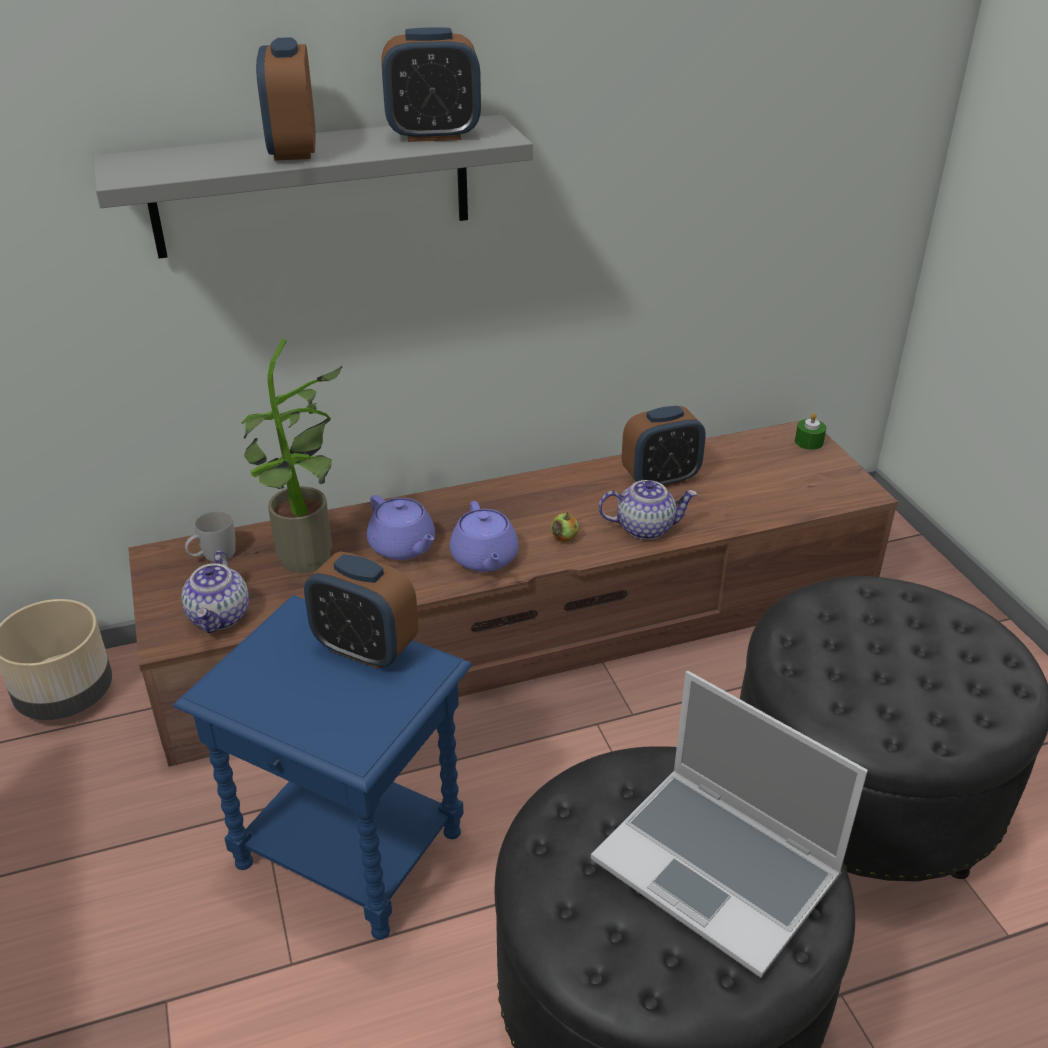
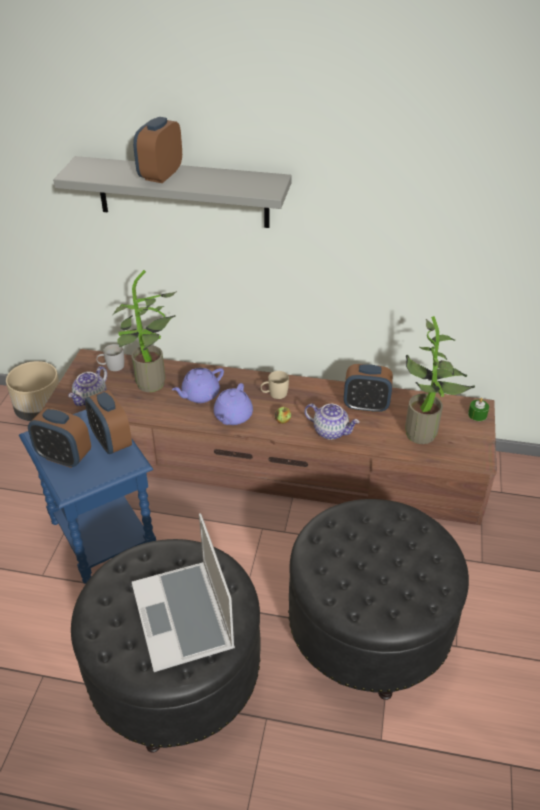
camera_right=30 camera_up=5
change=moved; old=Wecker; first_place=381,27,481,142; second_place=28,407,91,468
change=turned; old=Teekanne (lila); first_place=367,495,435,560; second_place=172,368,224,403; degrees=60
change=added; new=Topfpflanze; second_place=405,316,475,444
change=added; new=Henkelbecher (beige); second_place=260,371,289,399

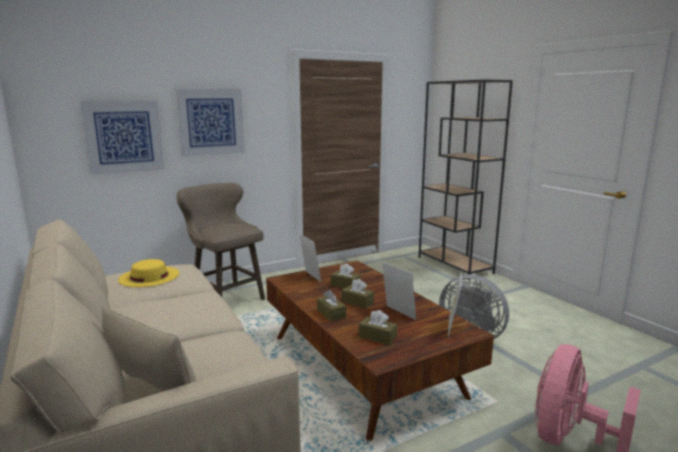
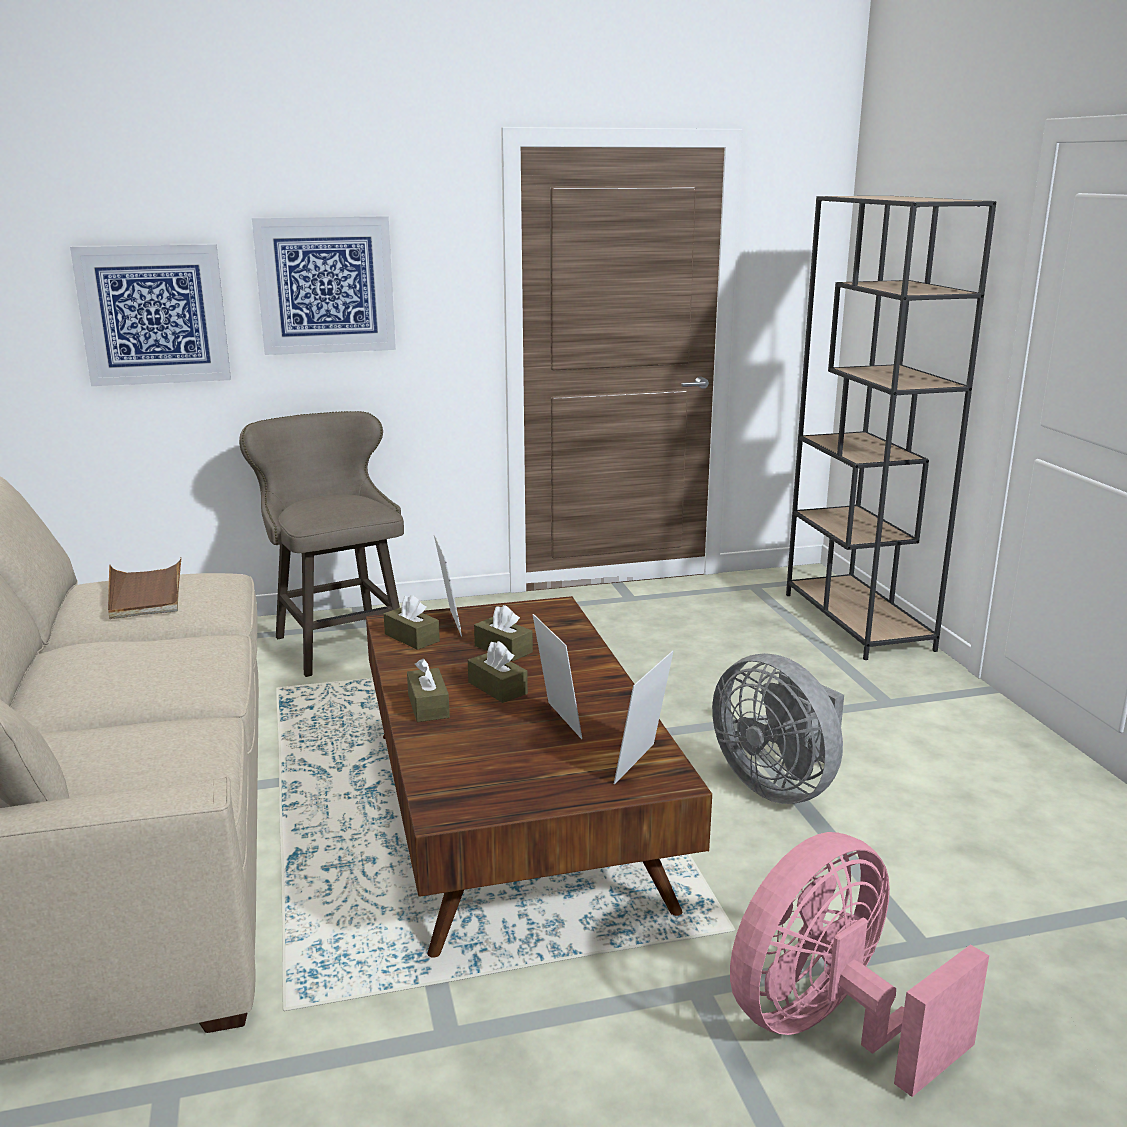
camera_right=15 camera_up=5
change=replaced; old=Hut (gelb); new=Tablett (braun); first_place=118,259,179,287; second_place=108,557,182,619
change=moved; old=Taschentuchbox (braun); first_place=359,310,397,345; second_place=384,595,440,650

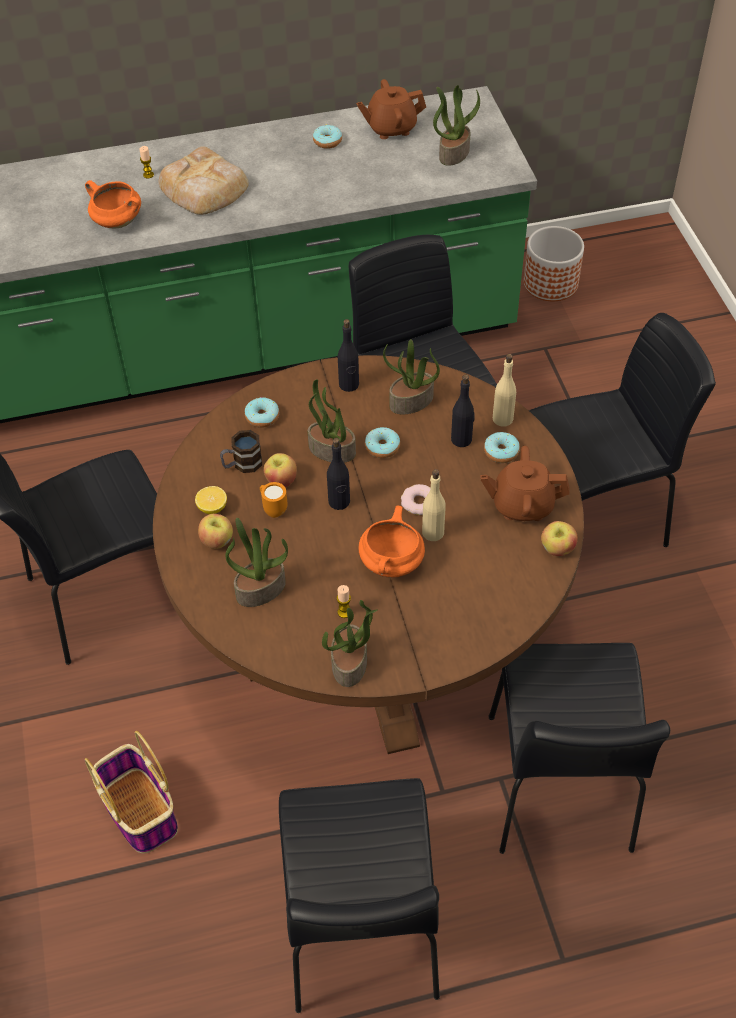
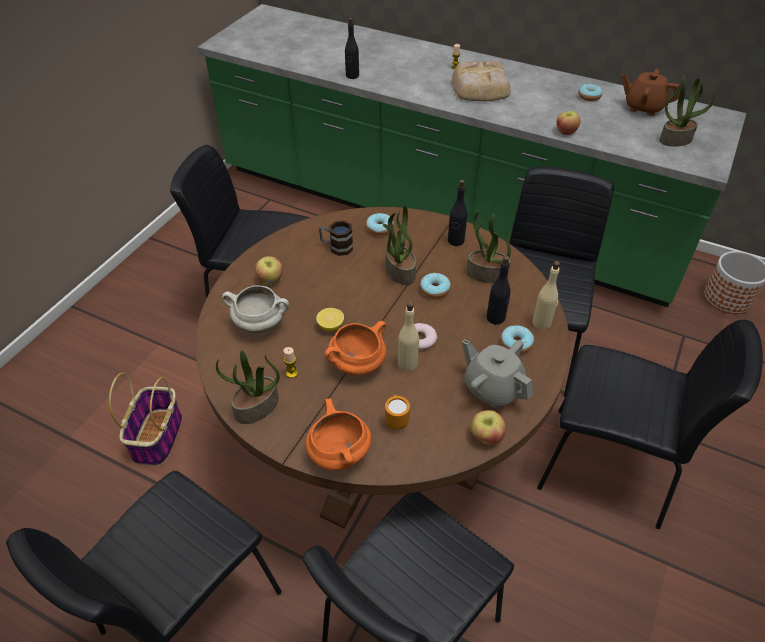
camera_right=40 camera_up=-5
change=moved; old=Kochtopf (orange); first_place=85,180,141,228; second_place=306,398,371,471
change=moved; old=Flasche (schwarz); first_place=327,438,350,510; second_place=345,18,359,79
change=recoloured; old=Teekanne (braun); new=Teekanne (grau); first_place=480,446,570,521; second_place=462,339,533,408
change=moved; old=Apfel; first_place=263,453,297,487; second_place=557,111,580,135
change=moved; old=Henkelbecher (orange); first_place=260,482,287,518; second_place=385,395,410,430
change=moved; old=Zitrone; first_place=195,486,227,514; second_place=316,308,344,331
change=replaced; old=Topfpflanze; new=Kochtopf (weiß); first_place=226,518,288,607; second_place=222,285,289,333

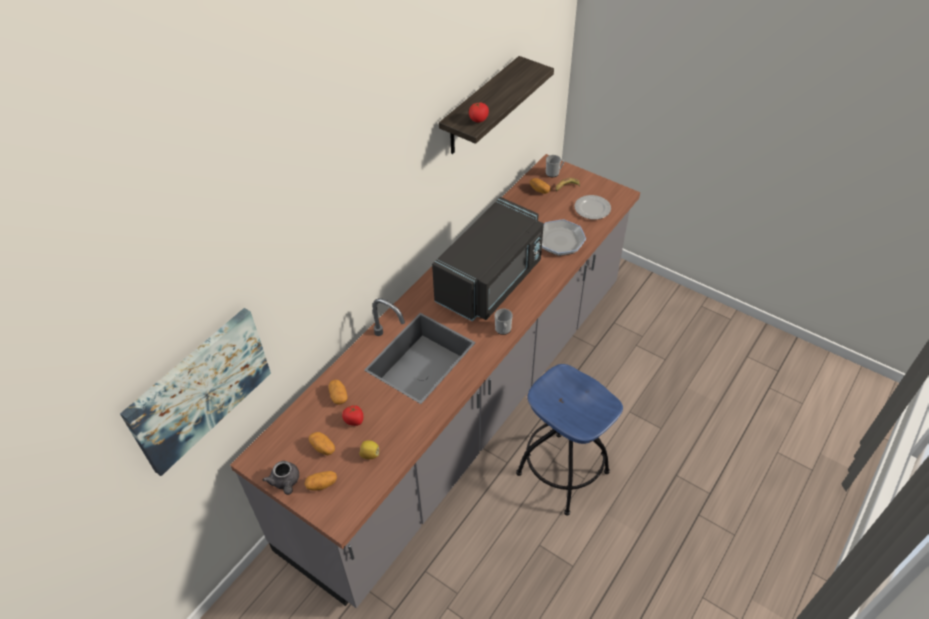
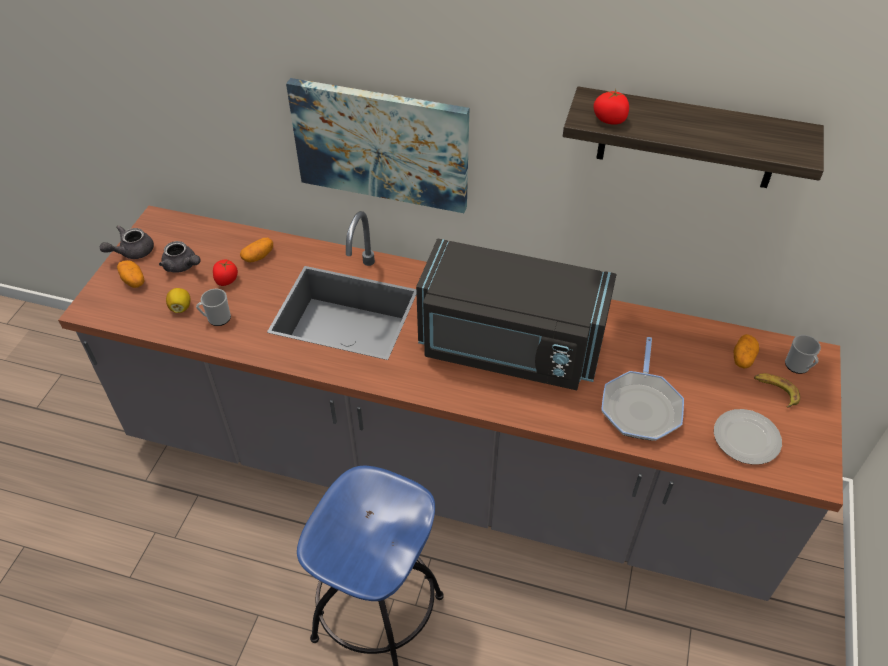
camera_right=70 camera_up=0
change=moved; old=Bild; first_place=120,308,271,476; second_place=286,78,469,213
change=moved; old=Henkelbecher; first_place=495,309,513,335; second_place=196,289,231,326
change=replaced; old=Kartoffel; new=Teekanne (grau); first_place=309,432,335,455; second_place=159,241,201,273

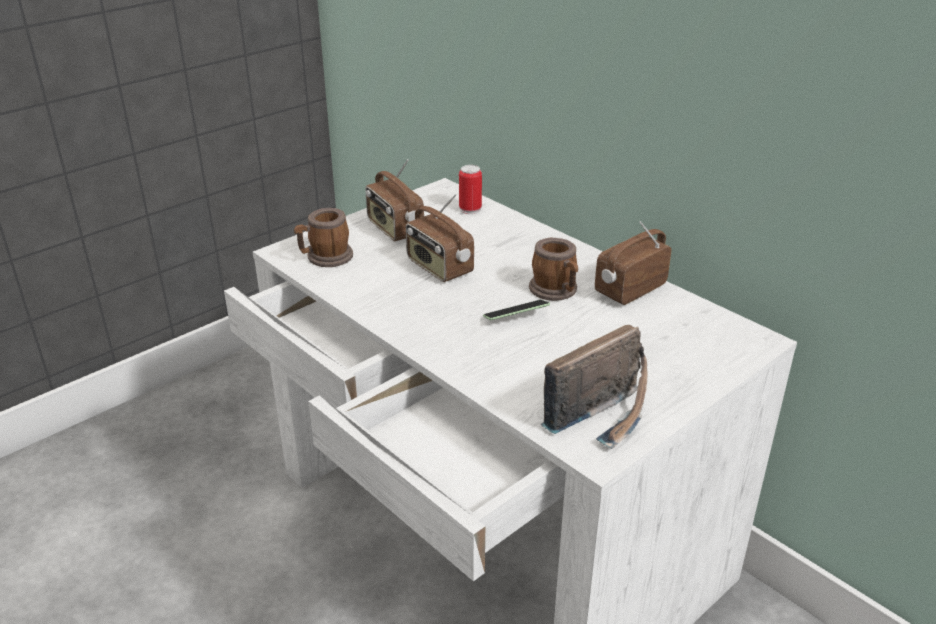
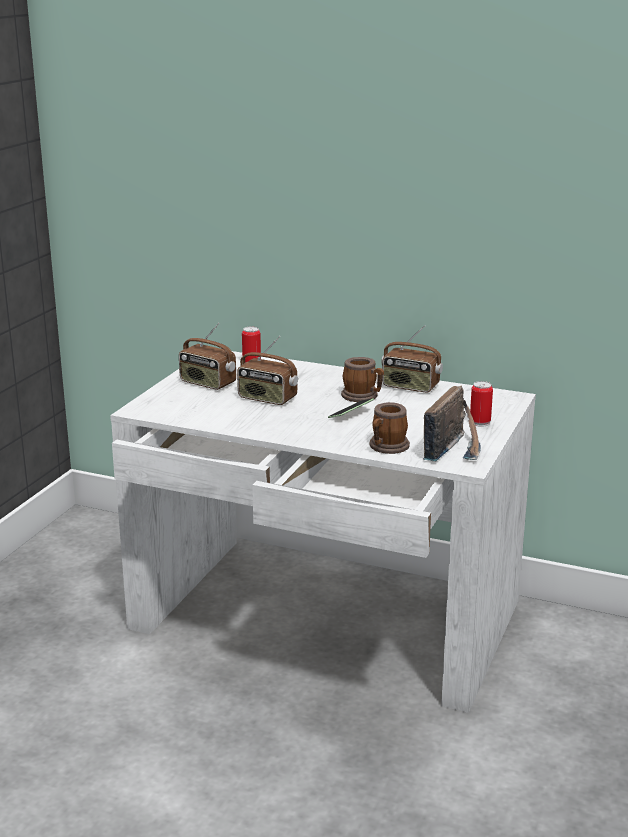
camera_right=-25 camera_up=-10
change=moved; old=Henkelbecher; first_place=294,208,353,267; second_place=370,402,410,454
change=turned; old=Radio; first_place=595,221,671,305; second_place=381,325,443,392; degrees=-90
change=added; new=Dose; second_place=470,381,493,427

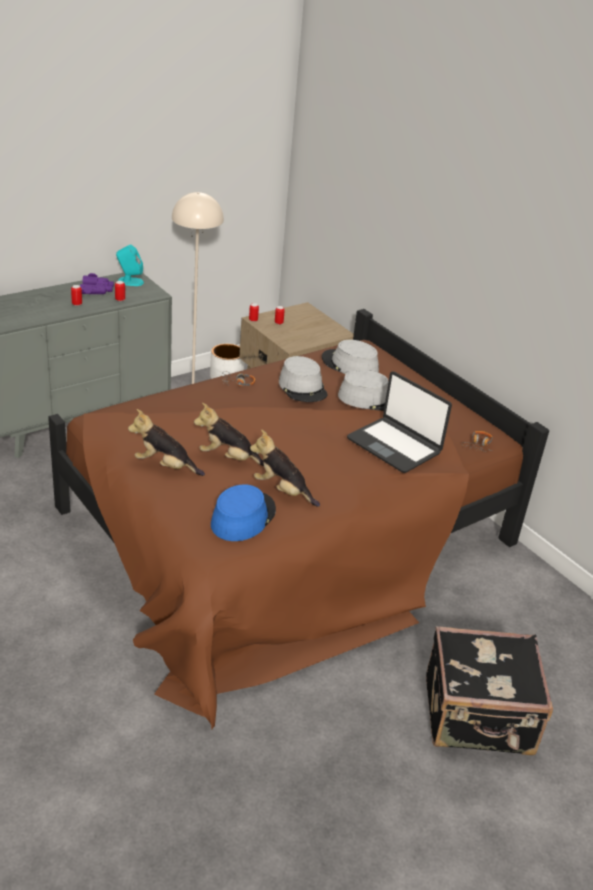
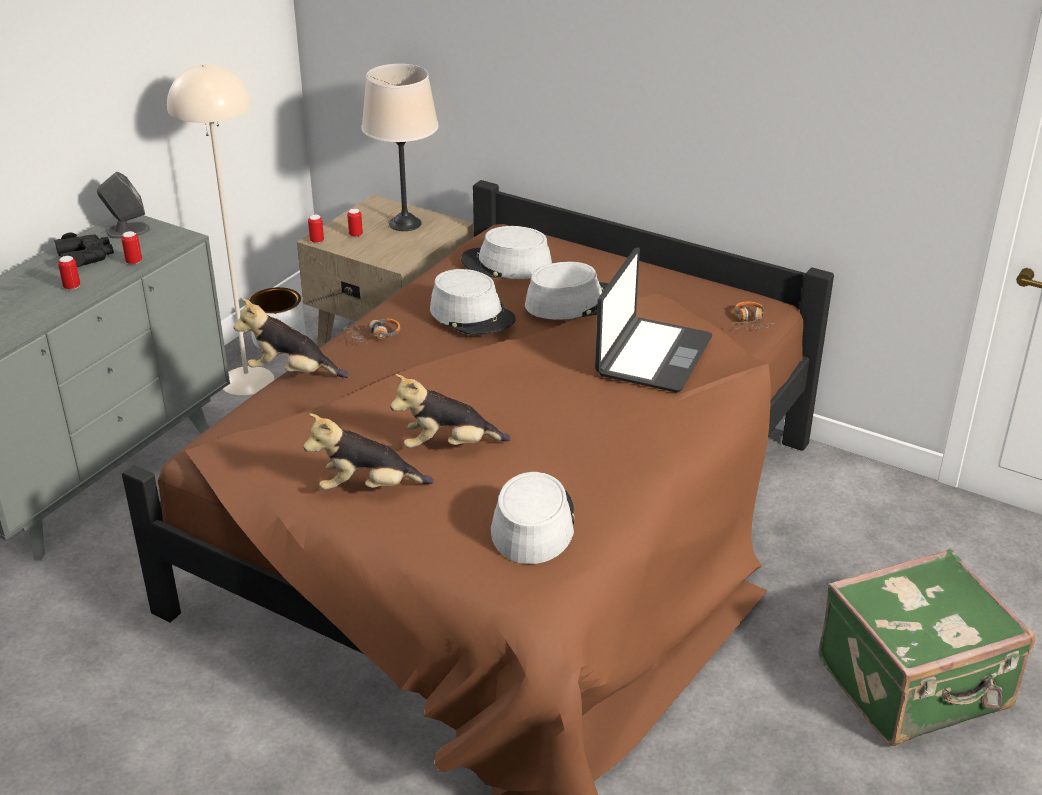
camera_right=-20 camera_up=0
change=recoloured; old=Lautsprecher (türkis); new=Lautsprecher (grau); first_place=116,245,144,286; second_place=97,172,150,239
change=recoloured; old=Fernglas (lila); new=Fernglas (schwarz); first_place=80,273,114,294; second_place=54,232,114,267
change=turned; old=Laptop; first_place=347,371,452,473; second_place=595,248,712,392; degrees=-90
change=moved; old=Plüschtier; first_place=250,430,320,507; second_place=233,298,349,378
change=recoloured; old=Hut (blau); new=Hut (grau); first_place=211,484,276,541; second_place=491,472,574,564
change=recoloured; old=Koffer (schwarz); new=Koffer (grün); first_place=426,626,553,755; second_place=819,549,1036,746
change=added; new=Tischlampe (beige); second_place=361,64,438,231

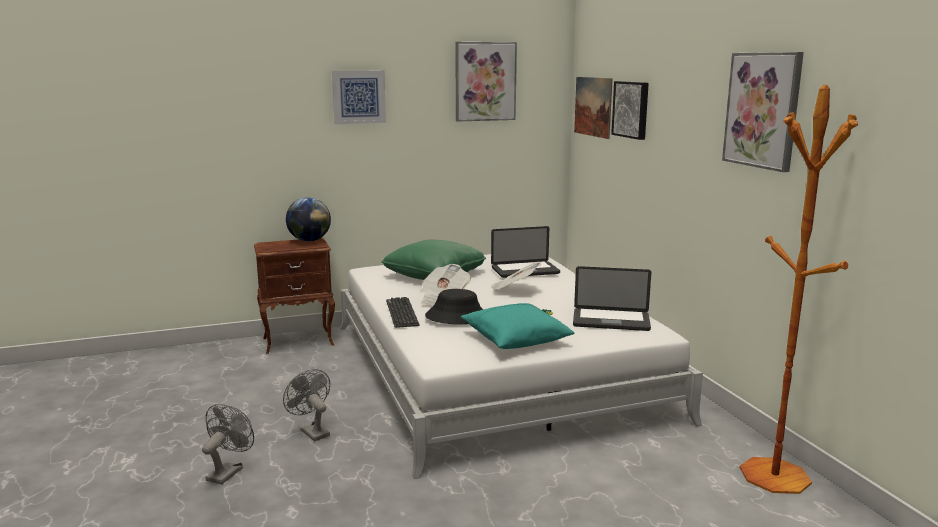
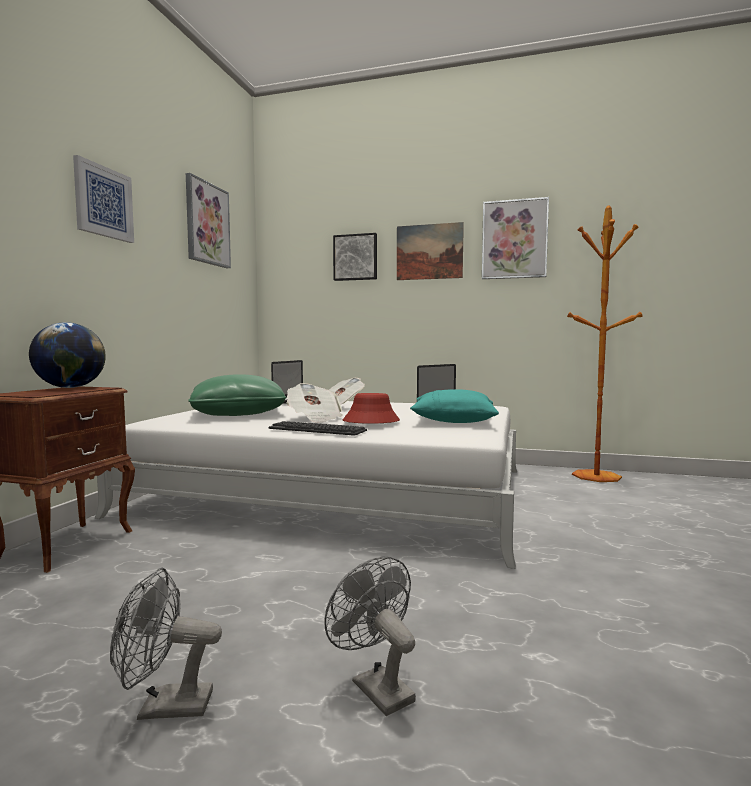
camera_right=-55 camera_up=-10
change=moved; old=Bild; first_place=574,77,613,139; second_place=397,222,464,280
change=recoloured; old=Hut (schwarz); new=Hut (rot); first_place=425,289,483,324; second_place=343,393,400,424
change=moved; old=Ventilator (grau); first_place=283,369,330,441; second_place=110,568,222,720

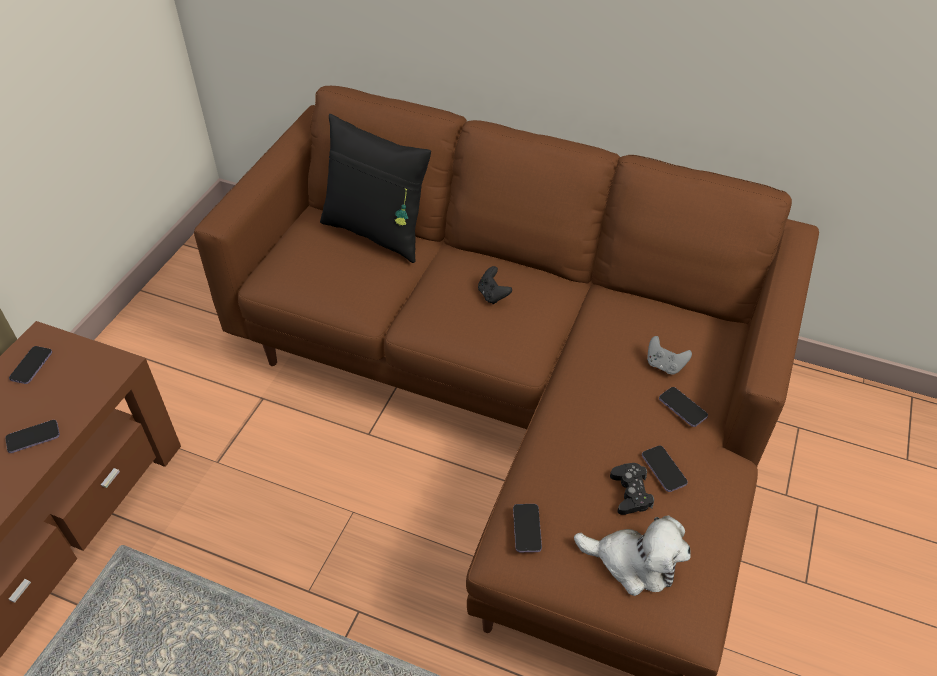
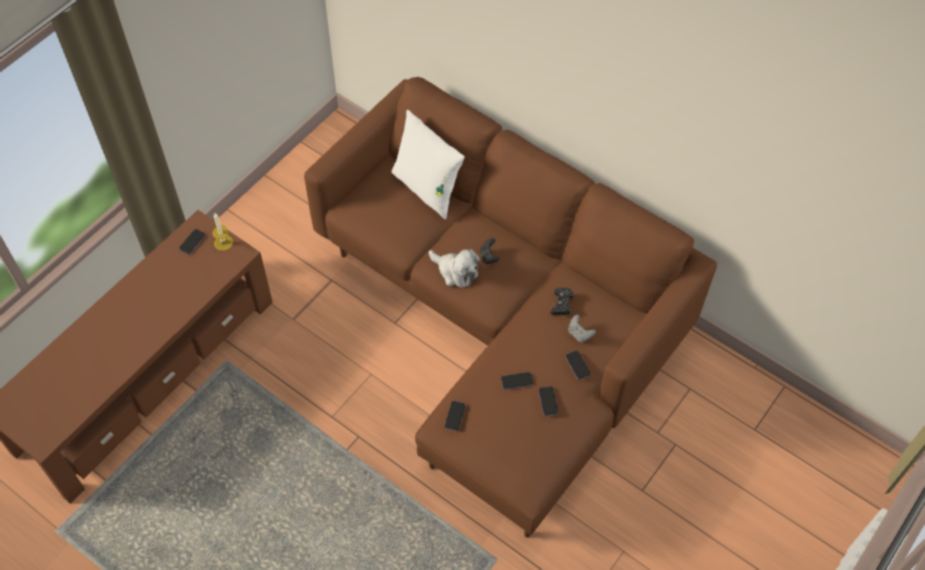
camera_right=15 camera_up=10
change=recoloured; old=Kissen (schwarz); new=Kissen (weiß); first_place=320,114,431,263; second_place=391,110,465,219
change=moved; old=Handy; first_place=5,420,60,453; second_place=501,372,533,390
change=moved; old=Gamepad (schwarz); first_place=610,463,654,515; second_place=550,288,574,315
change=moved; old=Plüschtier; first_place=574,515,691,596; second_place=429,249,480,288
change=added; new=Kerze; second_place=212,213,233,251

